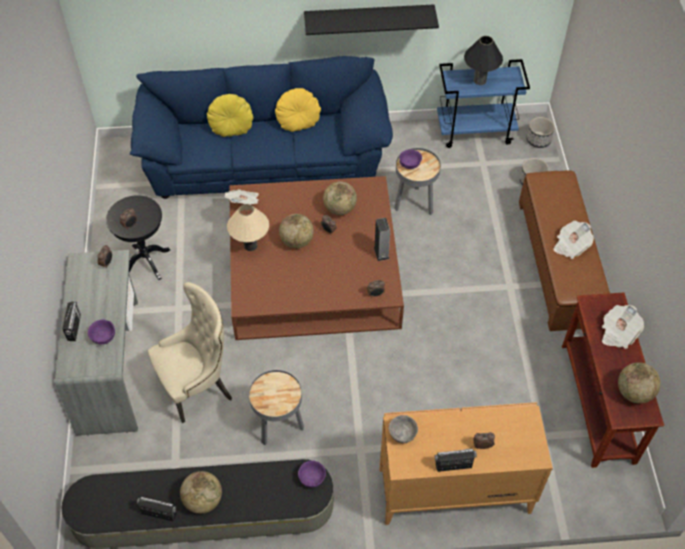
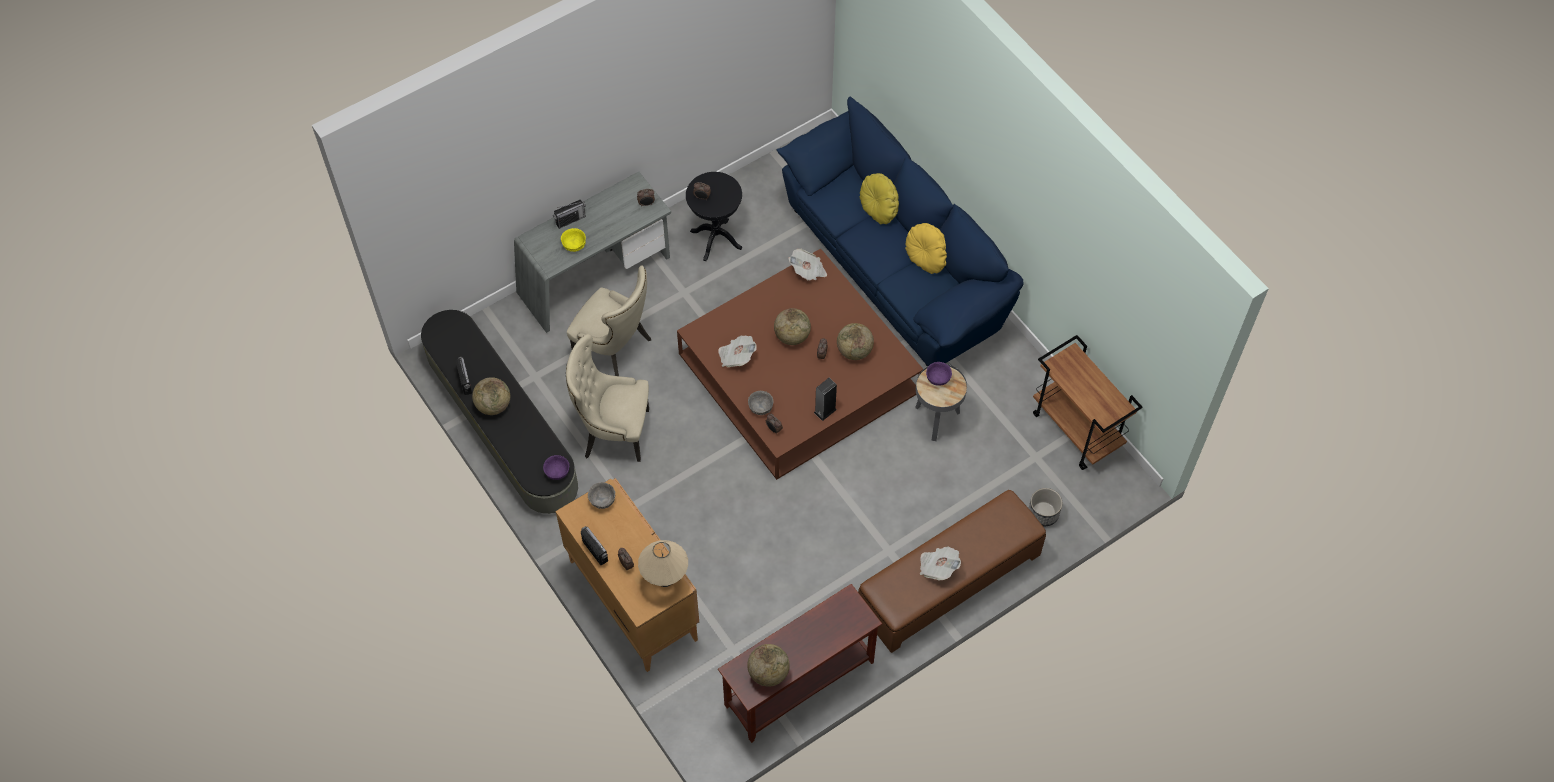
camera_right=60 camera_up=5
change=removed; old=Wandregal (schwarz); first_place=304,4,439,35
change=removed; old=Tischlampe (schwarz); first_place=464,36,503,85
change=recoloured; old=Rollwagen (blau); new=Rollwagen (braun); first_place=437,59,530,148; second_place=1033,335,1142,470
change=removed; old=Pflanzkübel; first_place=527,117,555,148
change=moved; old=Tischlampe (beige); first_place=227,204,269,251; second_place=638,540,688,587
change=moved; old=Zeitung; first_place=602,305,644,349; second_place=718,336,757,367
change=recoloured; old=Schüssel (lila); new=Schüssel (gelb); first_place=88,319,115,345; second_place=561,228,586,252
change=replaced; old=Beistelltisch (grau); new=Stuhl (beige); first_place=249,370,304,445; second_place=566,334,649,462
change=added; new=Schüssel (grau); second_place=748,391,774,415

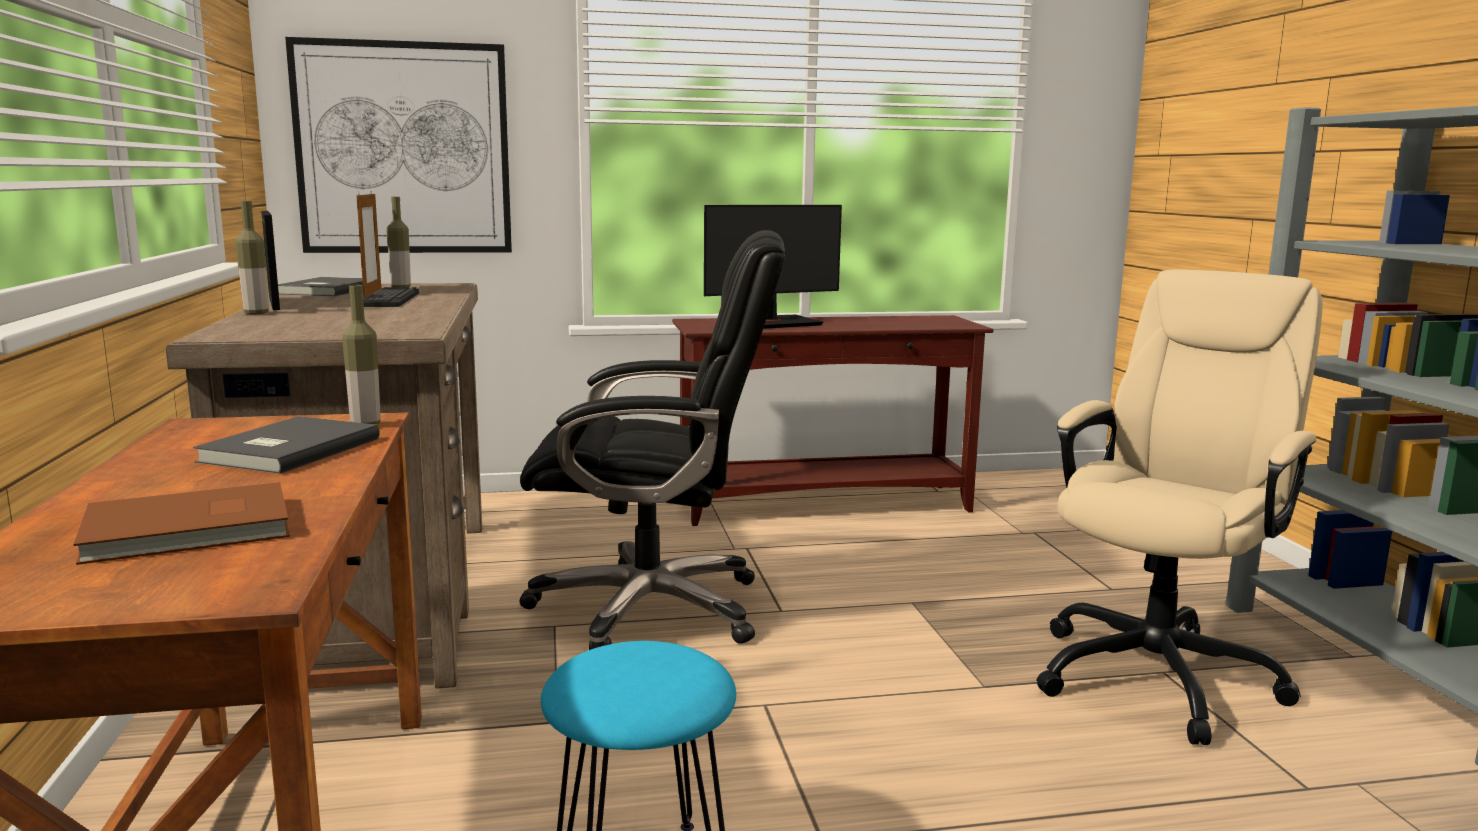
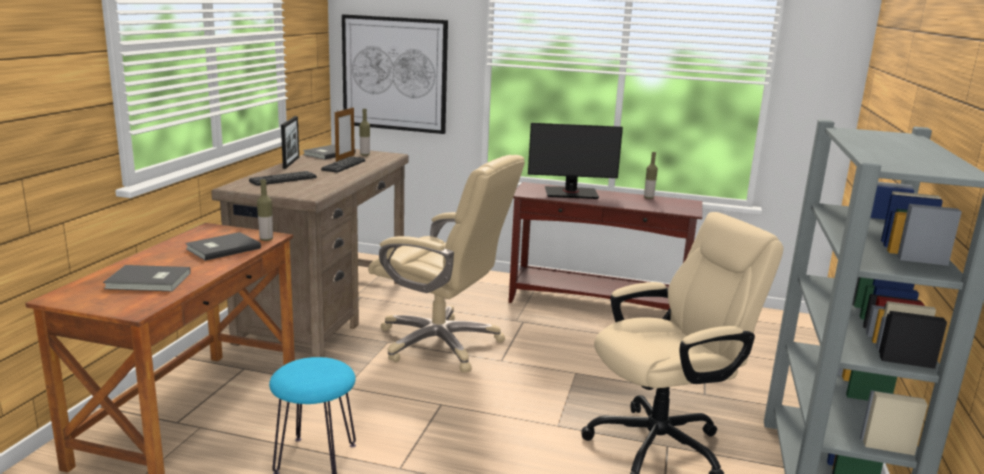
camera_right=25 camera_up=5
change=moved; old=Flasche; first_place=235,201,269,314; second_place=644,152,658,199
change=recoloured; old=Bürostuhl (schwarz); new=Bürostuhl (beige); first_place=519,230,785,650; second_place=368,155,525,373
change=recoloured; old=Buch (braun); new=Buch (grau); first_place=74,482,290,565; second_place=103,265,191,291
change=added; new=Tastatur; second_place=249,171,317,186

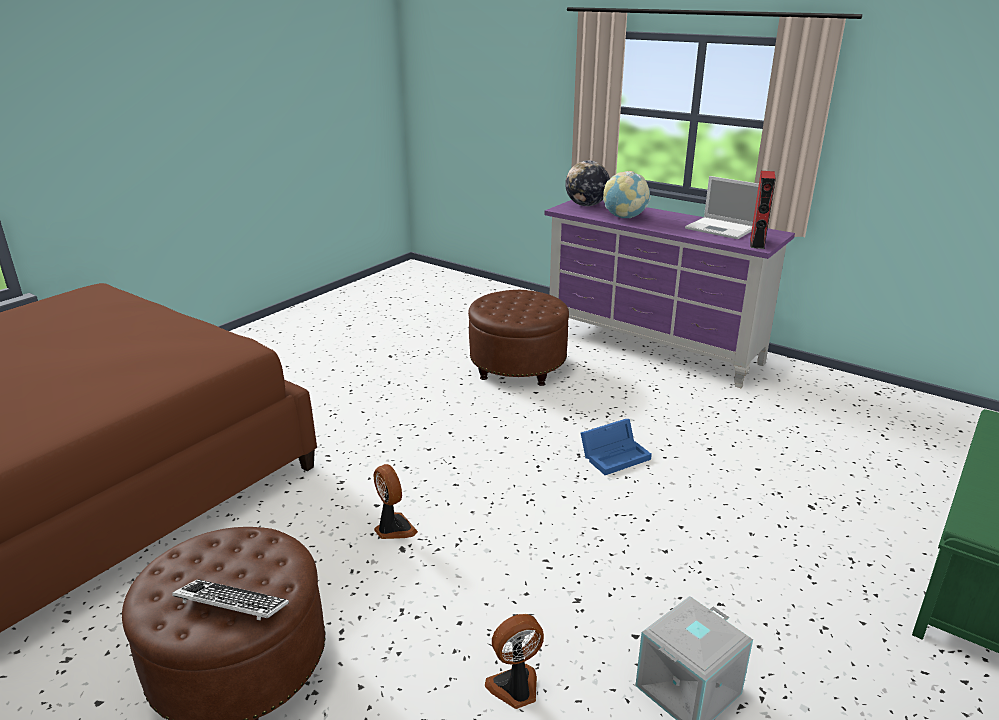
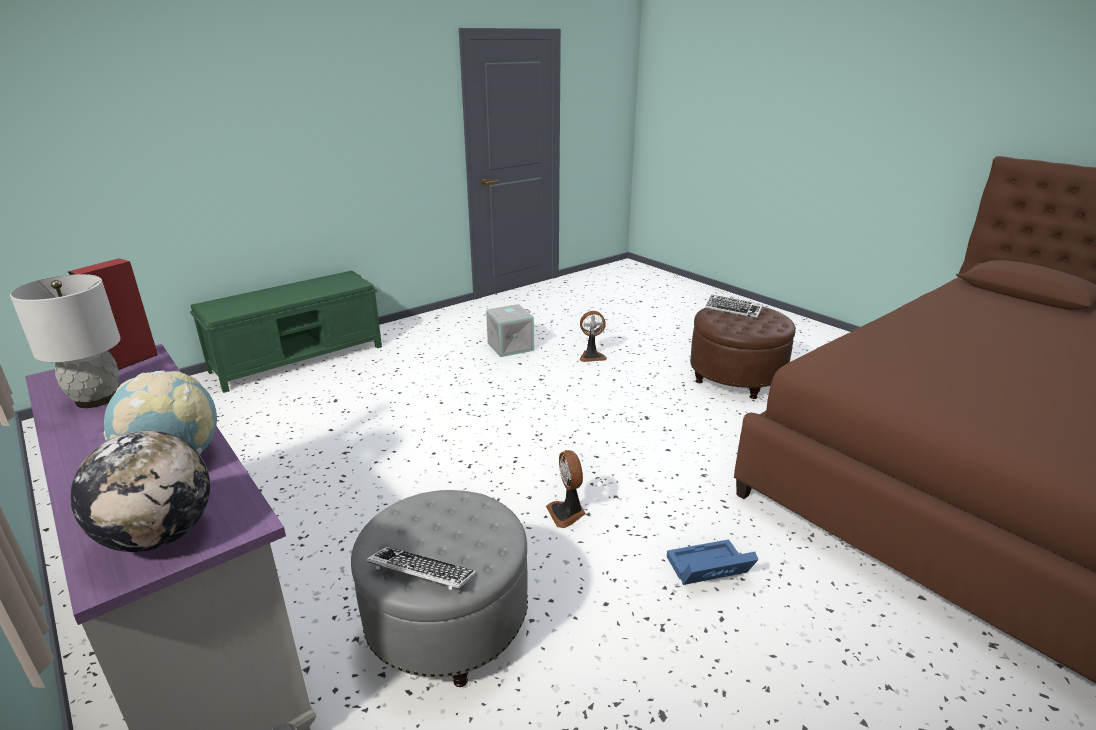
camera_right=-165 camera_up=0
change=replaced; old=Laptop; new=Tischlampe (weiß); first_place=685,176,759,239; second_place=10,274,121,408
change=recoloured; old=Polsterhocker (braun); new=Polsterhocker (grau); first_place=468,290,569,386; second_place=351,490,528,687
change=moved; old=Aufbewahrungsbox (blau); first_place=581,419,652,475; second_place=667,539,759,585
change=moved; old=Ventilator; first_place=374,464,418,539; second_place=546,450,586,528
change=added; new=Tastatur; second_place=366,547,476,590

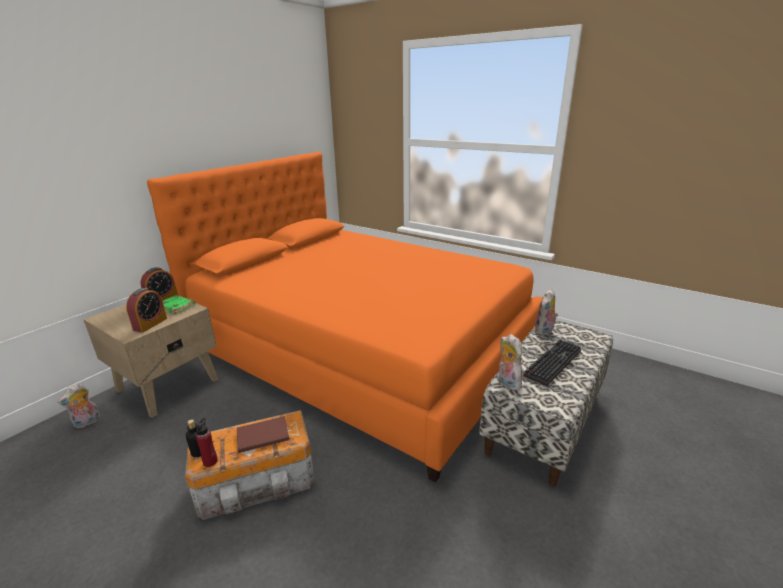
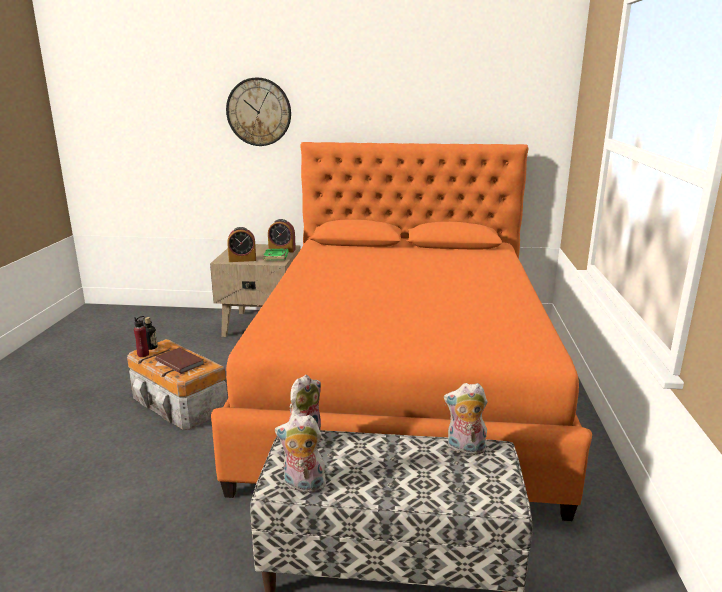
camera_right=60 camera_up=-5
change=removed; old=Tastatur; first_place=523,339,581,386
change=moved; old=Plüschtier; first_place=58,383,100,429; second_place=275,415,326,494
change=added; new=Wanduhr; second_place=226,78,291,146

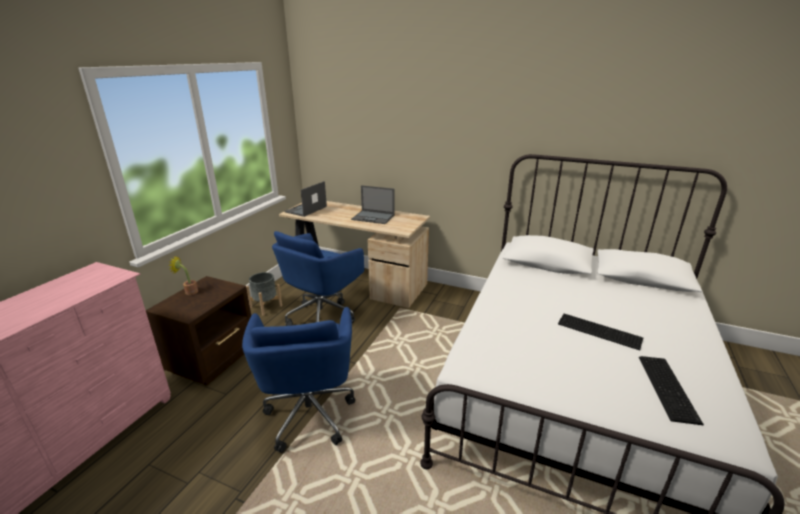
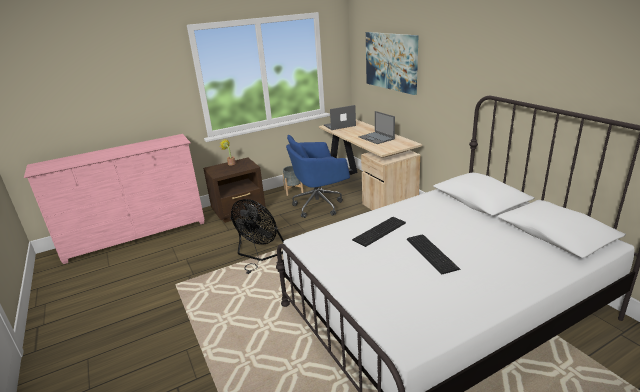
camera_right=40 camera_up=0
change=replaced; old=Bürostuhl (blau); new=Ventilator (schwarz); first_place=242,307,355,453; second_place=230,199,284,274
change=moved; old=Tastatur; first_place=639,356,704,425; second_place=352,217,406,247
change=added; new=Bild; second_place=366,32,419,95

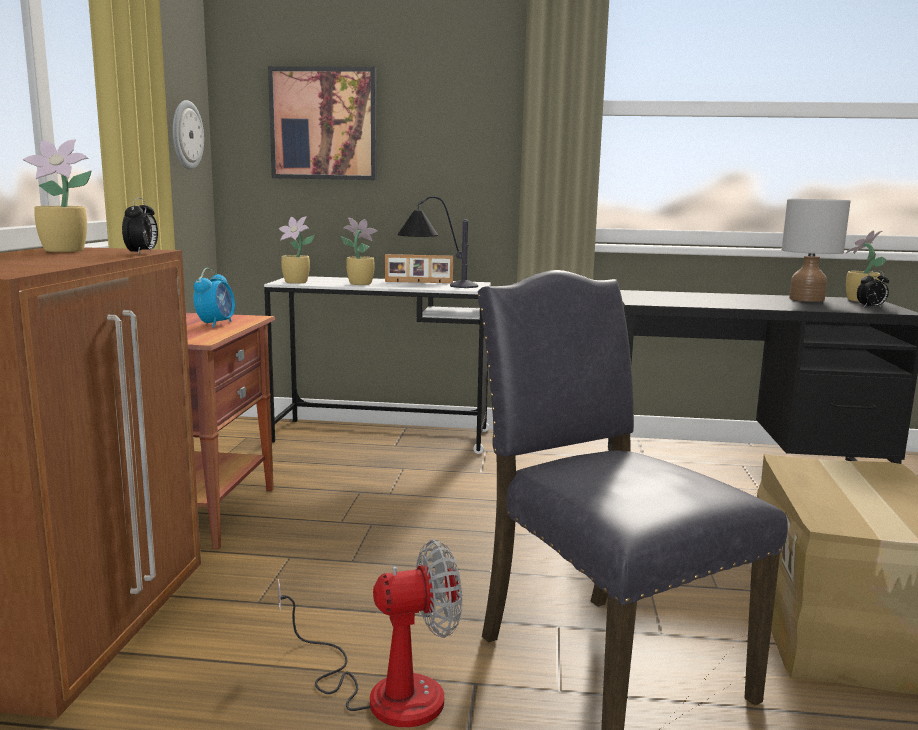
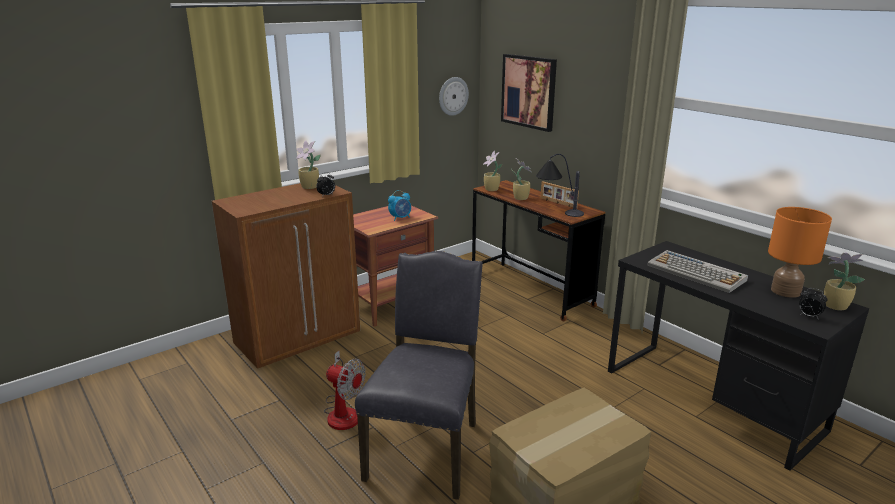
camera_right=45 camera_up=10
change=recoloured; old=Tischlampe (grau); new=Tischlampe (orange); first_place=782,199,851,302; second_place=768,207,832,298
change=recoloured; old=Schreibtisch (weiß); new=Schreibtisch (braun); first_place=264,276,491,454; second_place=472,180,605,322
change=added; new=Tastatur; second_place=648,250,748,293

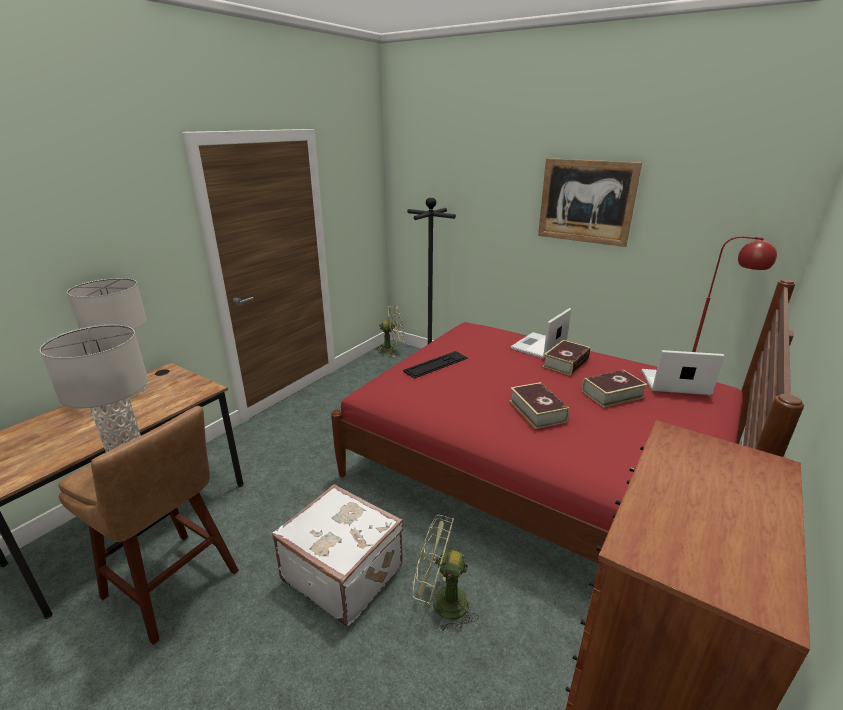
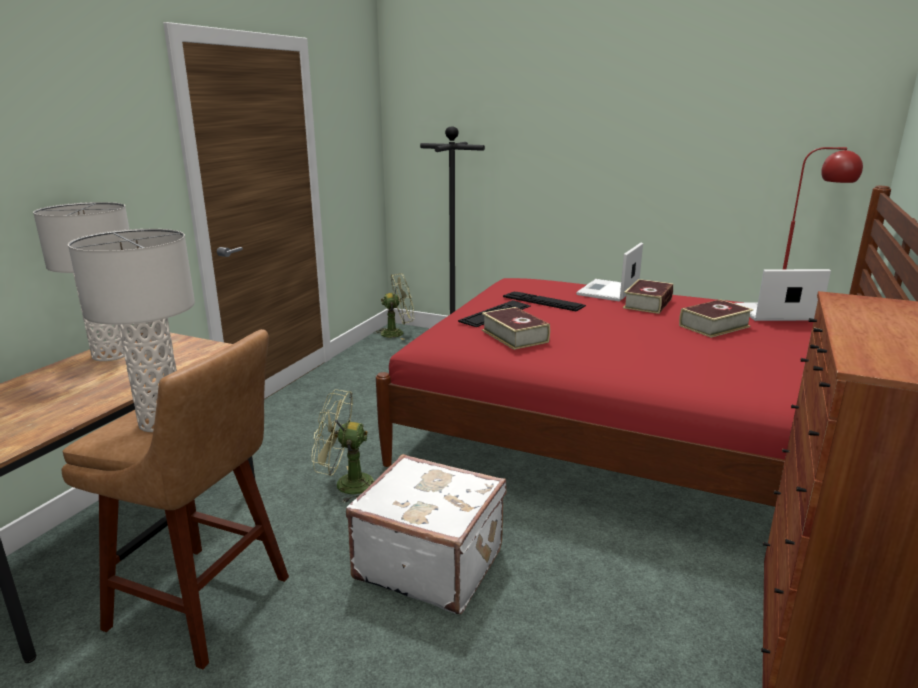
camera_right=-10 camera_up=-5
change=removed; old=Bild; first_place=538,158,642,247
change=moved; old=Buch; first_place=509,382,570,429; second_place=482,307,550,350
change=moved; old=Ventilator (grün); first_place=413,515,479,632; second_place=312,389,374,503
change=added; new=Tastatur; second_place=503,292,586,312

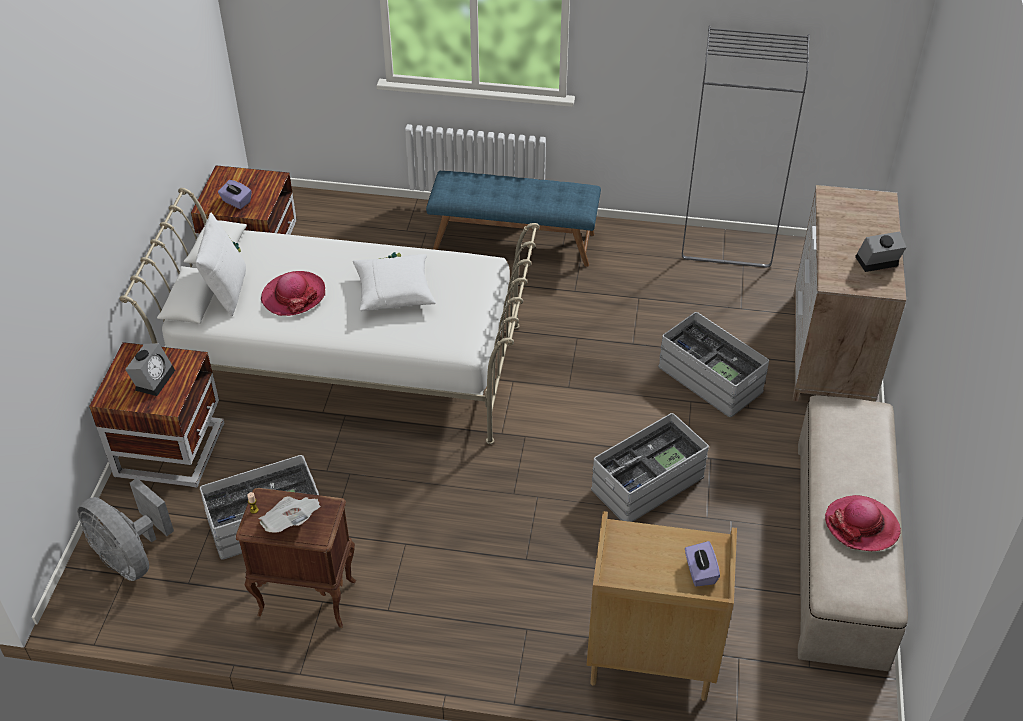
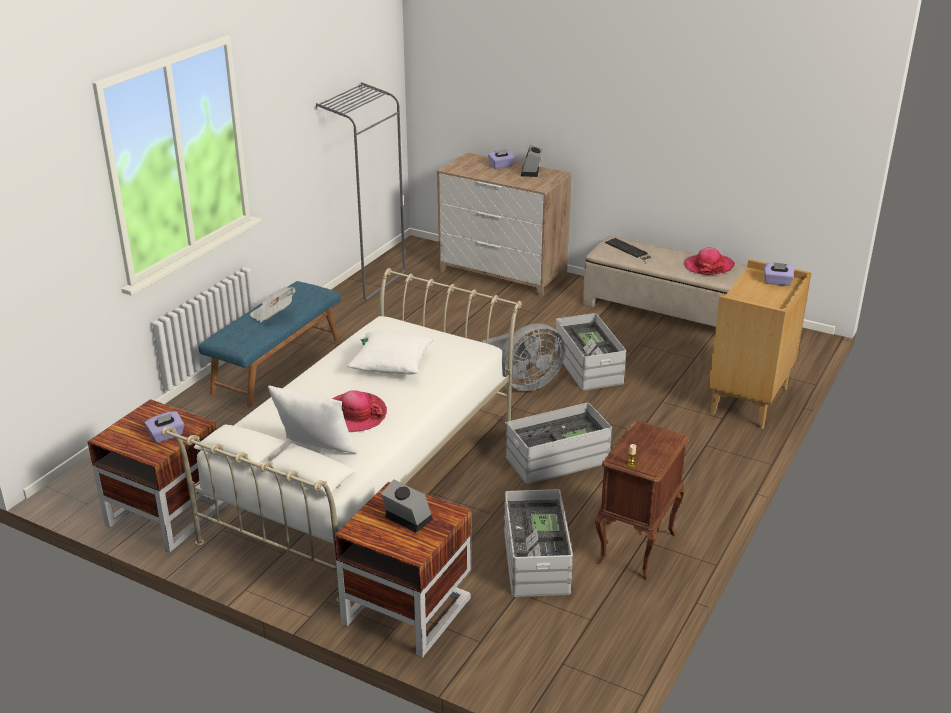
camera_right=-70 camera_up=-15
change=moved; old=Aufbewahrungsbox (grau); first_place=658,312,769,417; second_place=506,403,612,484
change=moved; old=Ventilator (grau); first_place=77,478,174,581; second_place=481,324,565,391
change=moved; old=Zeitung; first_place=259,496,320,533; second_place=250,287,296,323
change=added; new=Taschentuchbox (lila); second_place=488,149,515,169
change=added; new=Tastatur; second_place=605,238,651,264

